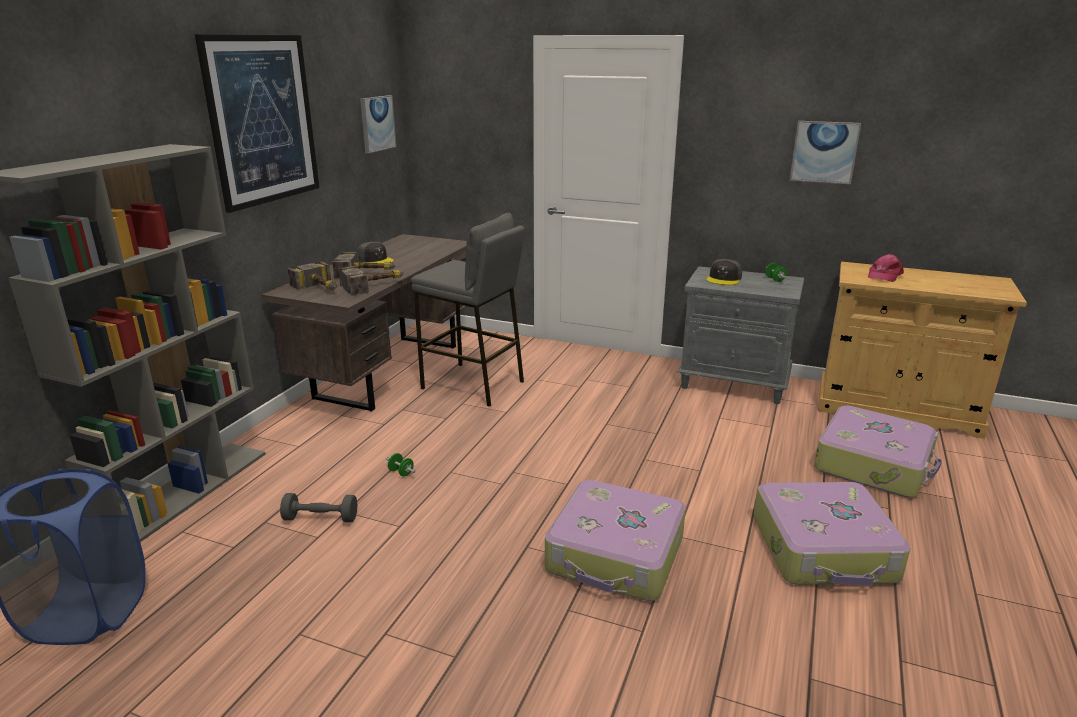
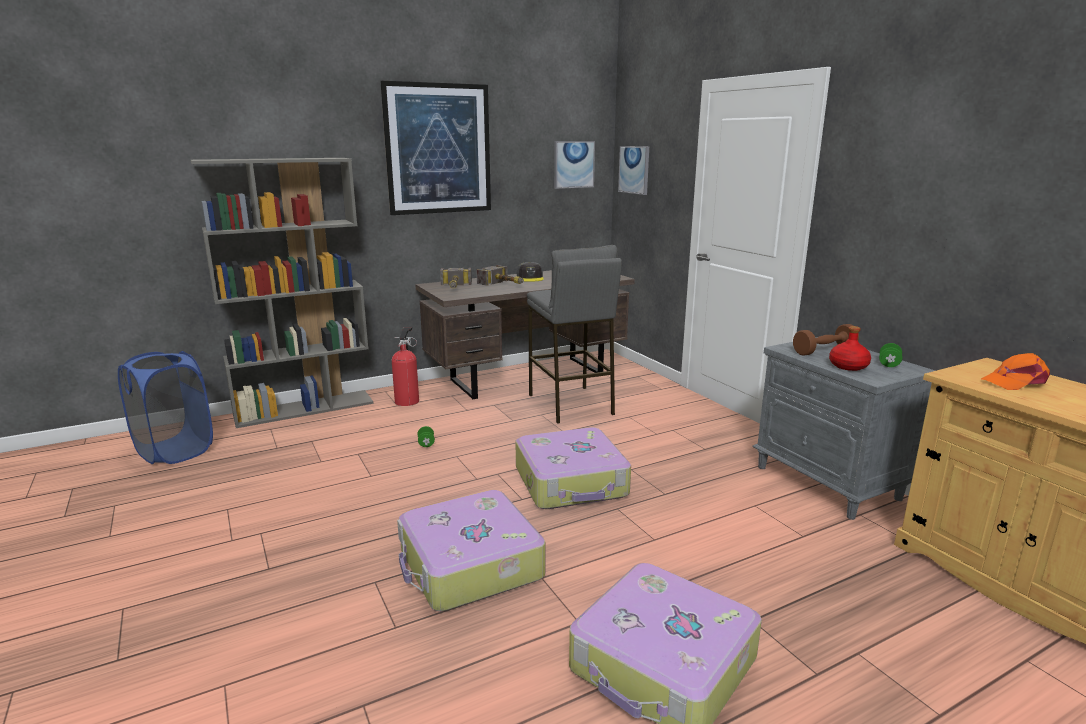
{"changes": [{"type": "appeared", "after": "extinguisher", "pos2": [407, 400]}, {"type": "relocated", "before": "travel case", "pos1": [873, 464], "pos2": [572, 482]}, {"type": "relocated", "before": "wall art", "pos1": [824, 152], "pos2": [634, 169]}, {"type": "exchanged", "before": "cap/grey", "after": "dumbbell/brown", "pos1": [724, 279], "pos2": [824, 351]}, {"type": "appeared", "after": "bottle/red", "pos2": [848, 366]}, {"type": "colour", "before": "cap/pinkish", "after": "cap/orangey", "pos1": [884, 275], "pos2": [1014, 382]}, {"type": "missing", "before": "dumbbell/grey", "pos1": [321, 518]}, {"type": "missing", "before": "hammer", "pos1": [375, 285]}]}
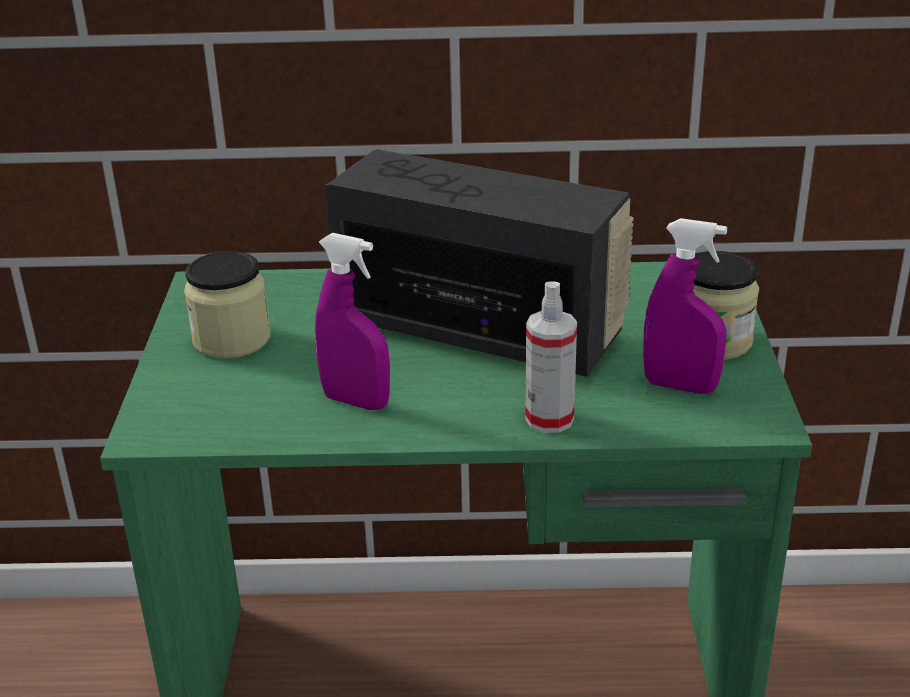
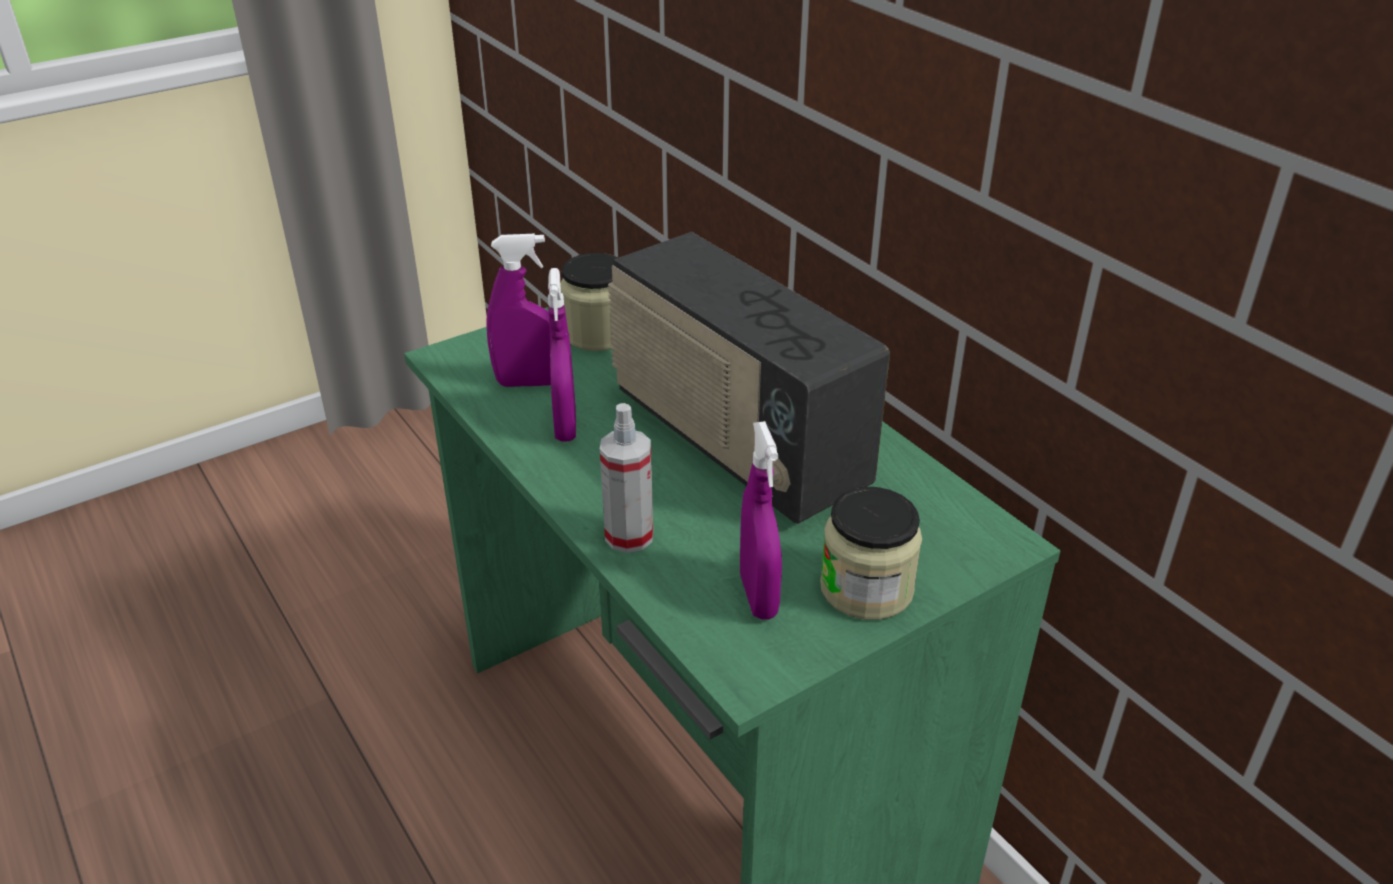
{"changes": [{"type": "appeared", "after": "spray bottle/purple-coloured", "pos2": [529, 383]}, {"type": "spun", "before": "radio set", "pos1": [480, 330], "pos2": [735, 443], "turn": 150}]}
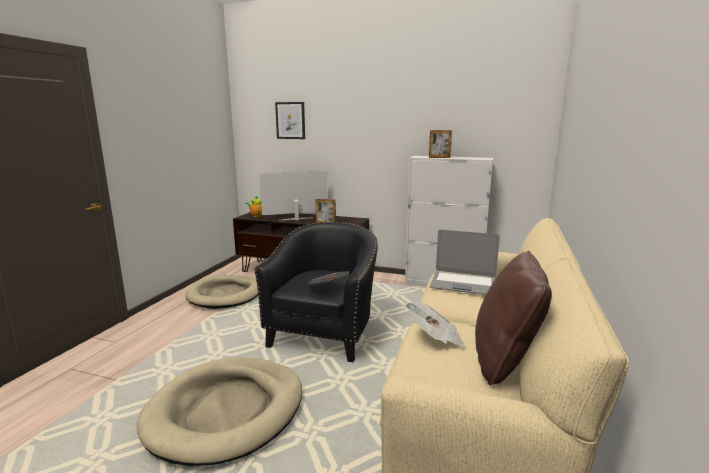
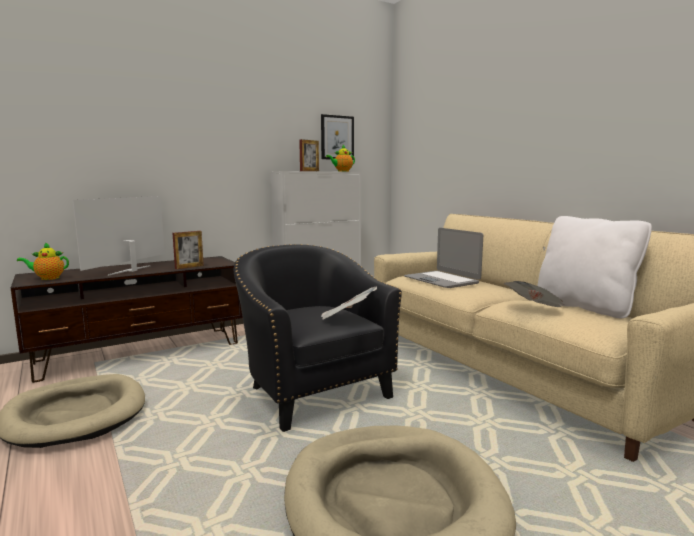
{"changes": [{"type": "relocated", "before": "wall art", "pos1": [290, 120], "pos2": [337, 137]}, {"type": "appeared", "after": "pot for tea", "pos2": [342, 171]}, {"type": "spun", "before": "portable computer", "pos1": [463, 284], "pos2": [441, 280], "turn": 90}, {"type": "colour", "before": "throw pillow/brown", "after": "throw pillow/white", "pos1": [505, 360], "pos2": [585, 307]}]}
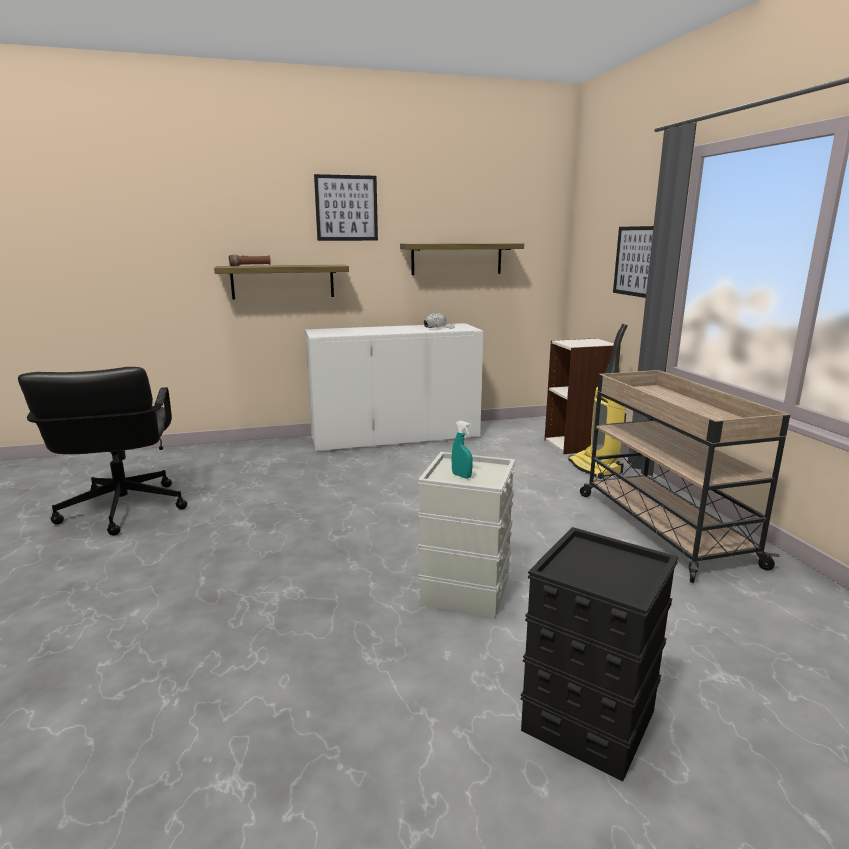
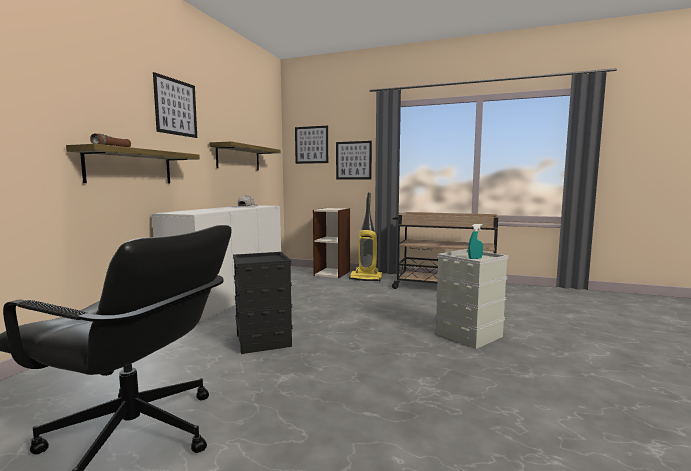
{"changes": [{"type": "relocated", "before": "storage bin/blackish", "pos1": [589, 722], "pos2": [264, 340]}, {"type": "appeared", "after": "wall art", "pos2": [311, 145]}]}
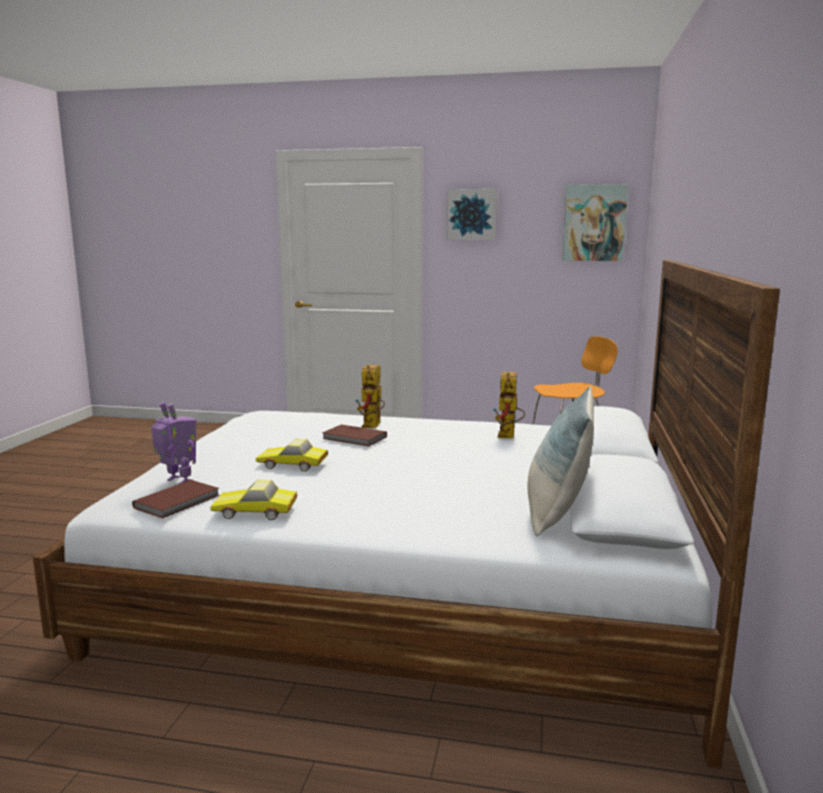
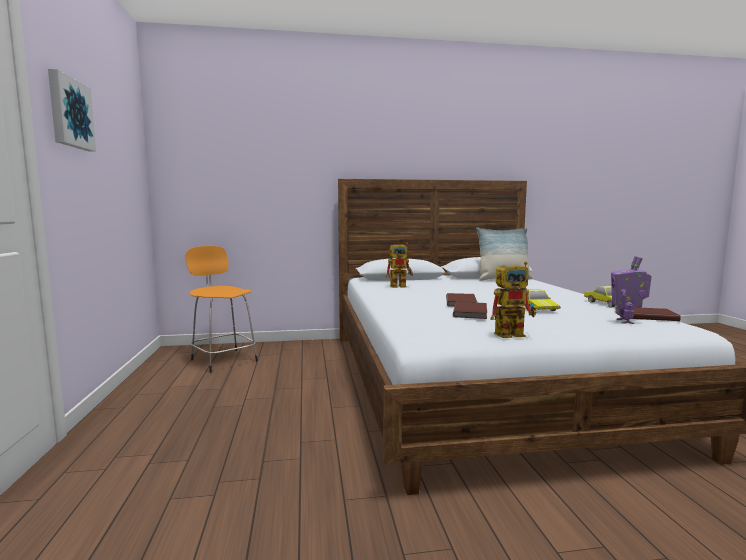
{"changes": [{"type": "appeared", "after": "book/brown", "pos2": [471, 312]}, {"type": "relocated", "before": "toy robot", "pos1": [372, 427], "pos2": [514, 334]}, {"type": "missing", "before": "wall art", "pos1": [594, 223]}]}
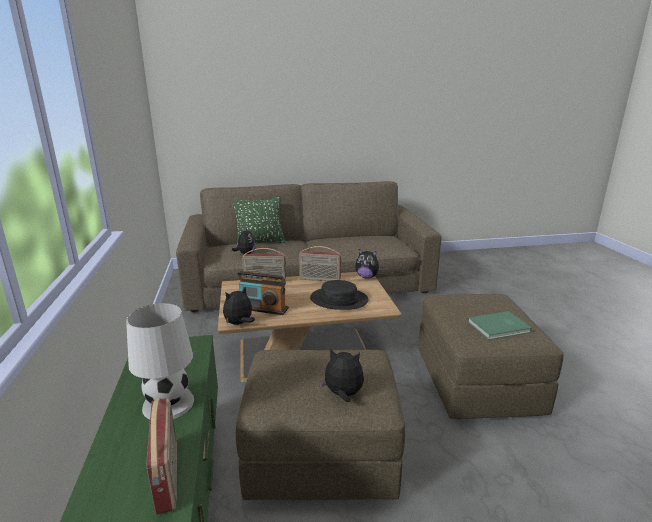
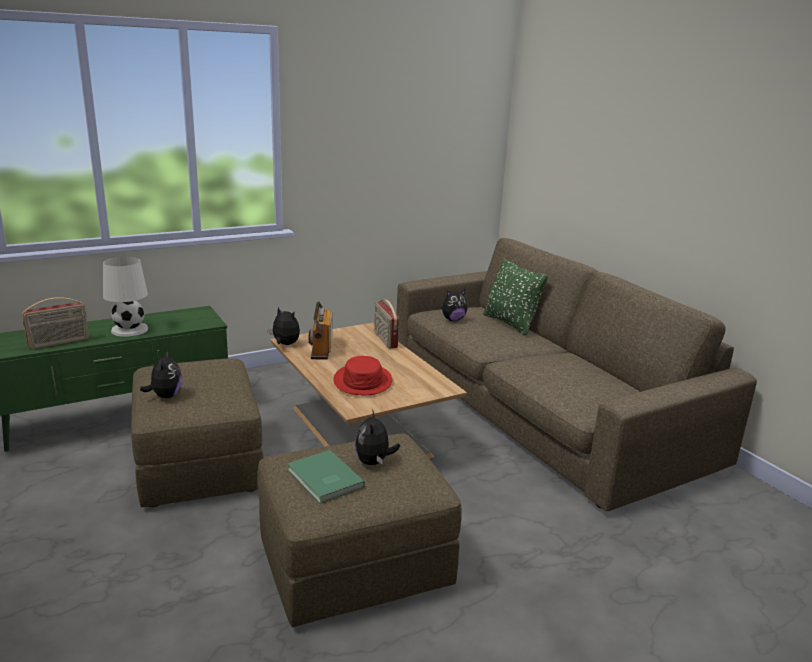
{"changes": [{"type": "colour", "before": "wearable hat/blackish", "after": "wearable hat/red", "pos1": [339, 299], "pos2": [363, 381]}, {"type": "relocated", "before": "soft toy", "pos1": [367, 277], "pos2": [374, 462]}, {"type": "missing", "before": "radio set", "pos1": [319, 279]}]}
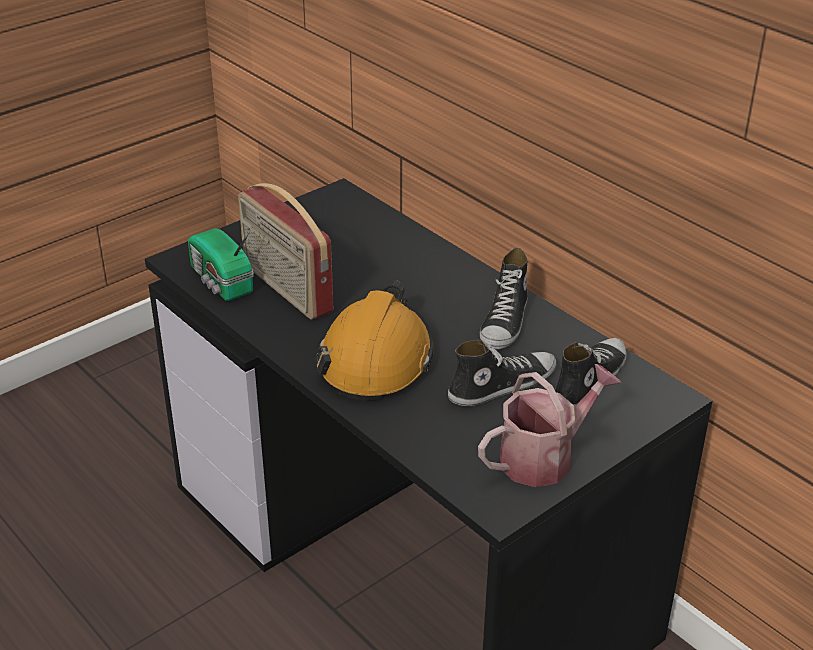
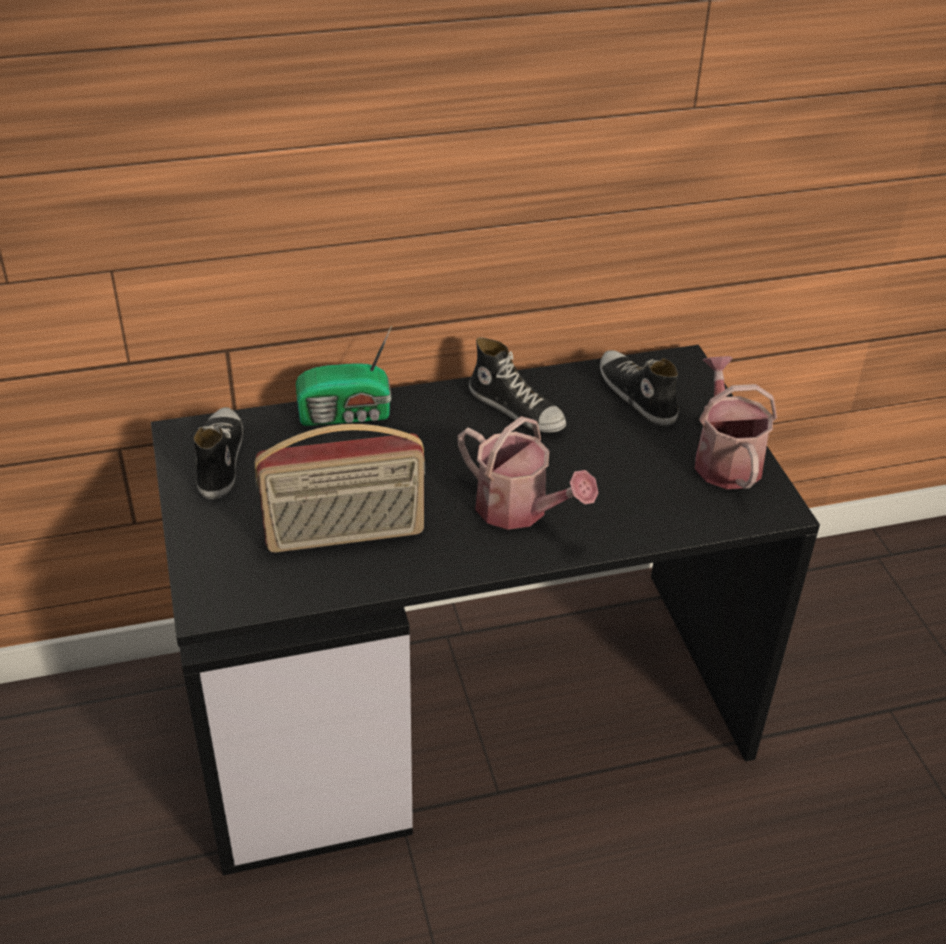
{"changes": [{"type": "relocated", "before": "item of footwear", "pos1": [501, 385], "pos2": [219, 460]}, {"type": "relocated", "before": "radio set", "pos1": [221, 282], "pos2": [347, 414]}, {"type": "exchanged", "before": "work helmet/orangey", "after": "watering pot", "pos1": [376, 359], "pos2": [520, 510]}]}
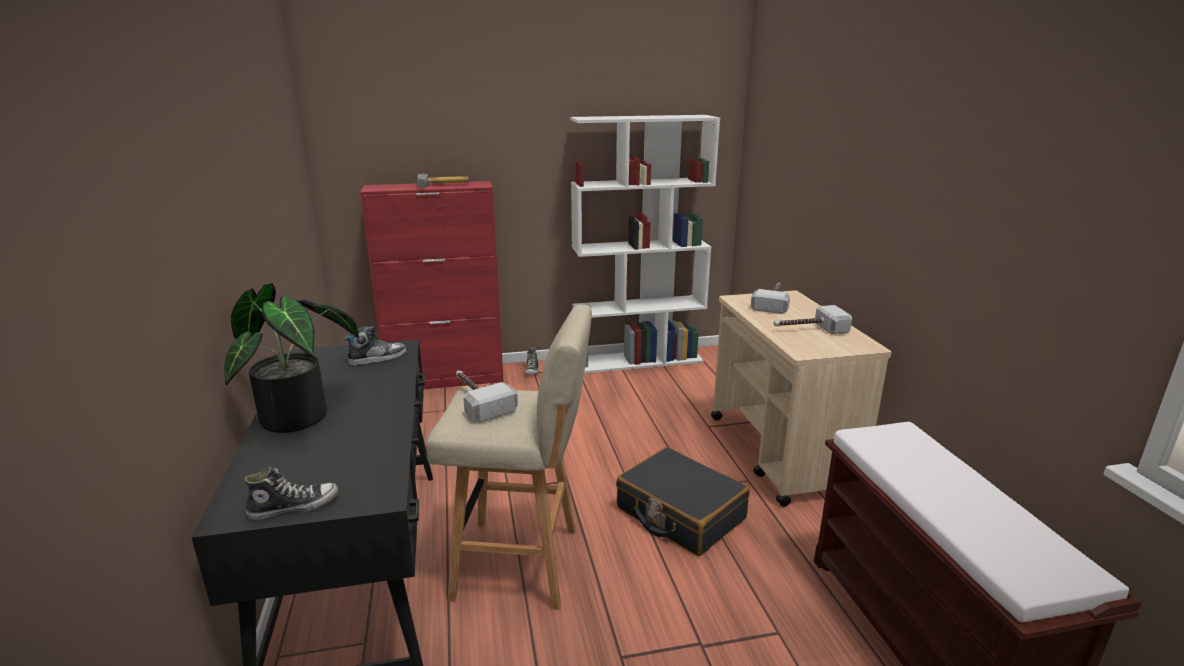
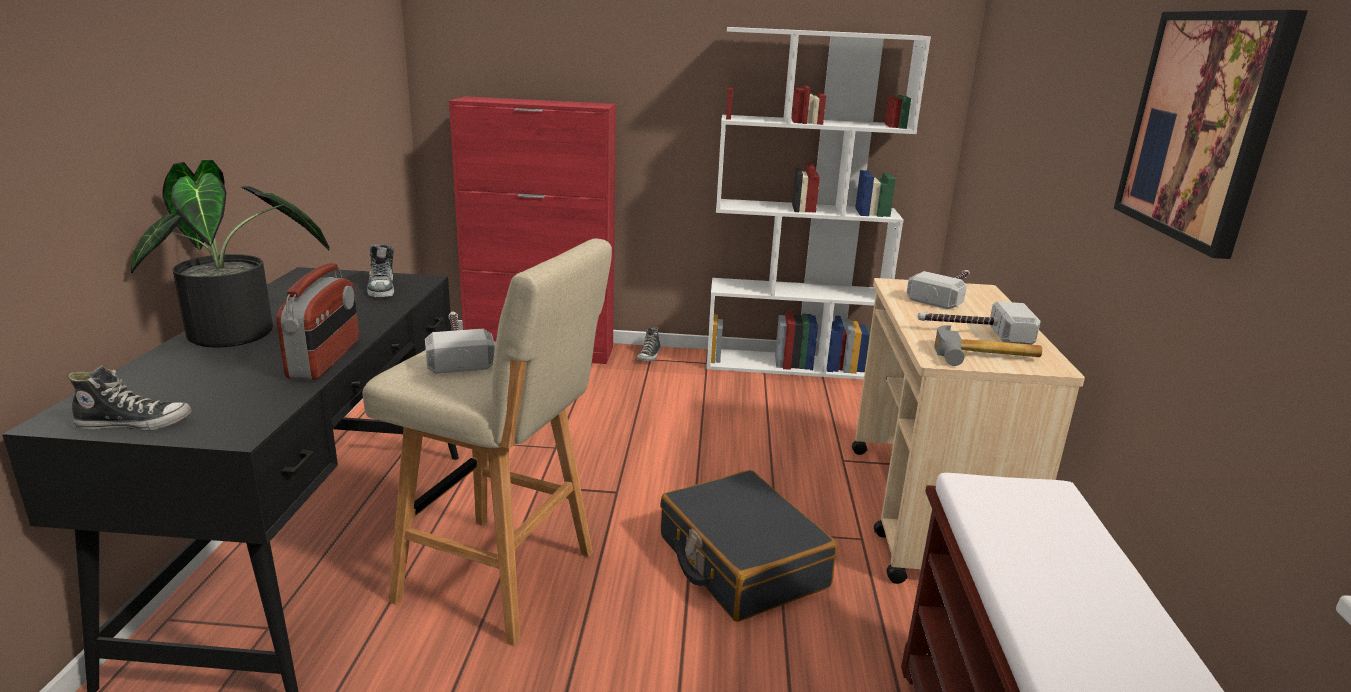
{"changes": [{"type": "appeared", "after": "radio set", "pos2": [326, 359]}, {"type": "spun", "before": "item of footwear", "pos1": [378, 358], "pos2": [382, 288], "turn": 90}, {"type": "relocated", "before": "hammer", "pos1": [443, 185], "pos2": [987, 358]}, {"type": "appeared", "after": "wall art", "pos2": [1202, 126]}]}
